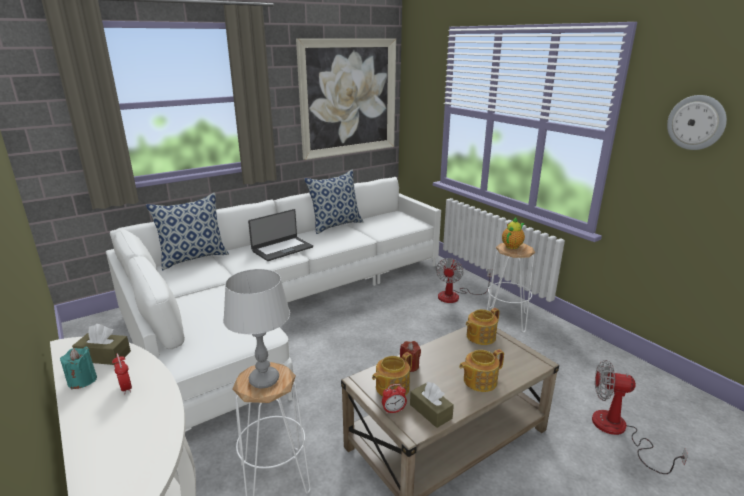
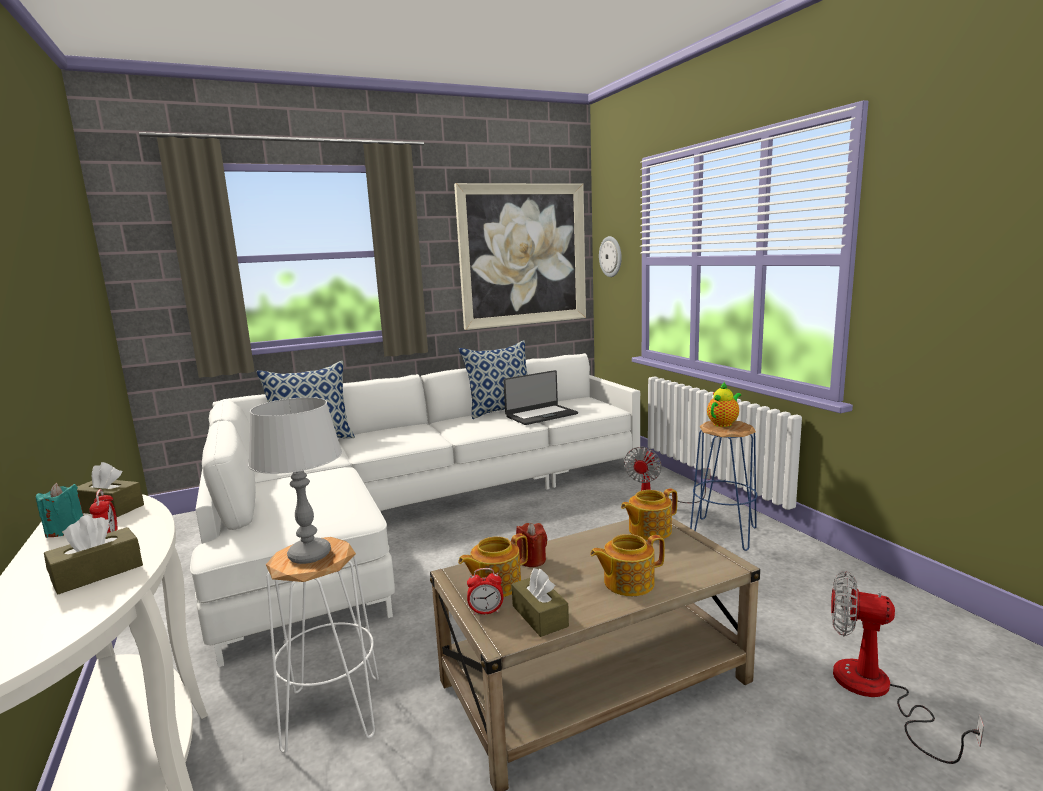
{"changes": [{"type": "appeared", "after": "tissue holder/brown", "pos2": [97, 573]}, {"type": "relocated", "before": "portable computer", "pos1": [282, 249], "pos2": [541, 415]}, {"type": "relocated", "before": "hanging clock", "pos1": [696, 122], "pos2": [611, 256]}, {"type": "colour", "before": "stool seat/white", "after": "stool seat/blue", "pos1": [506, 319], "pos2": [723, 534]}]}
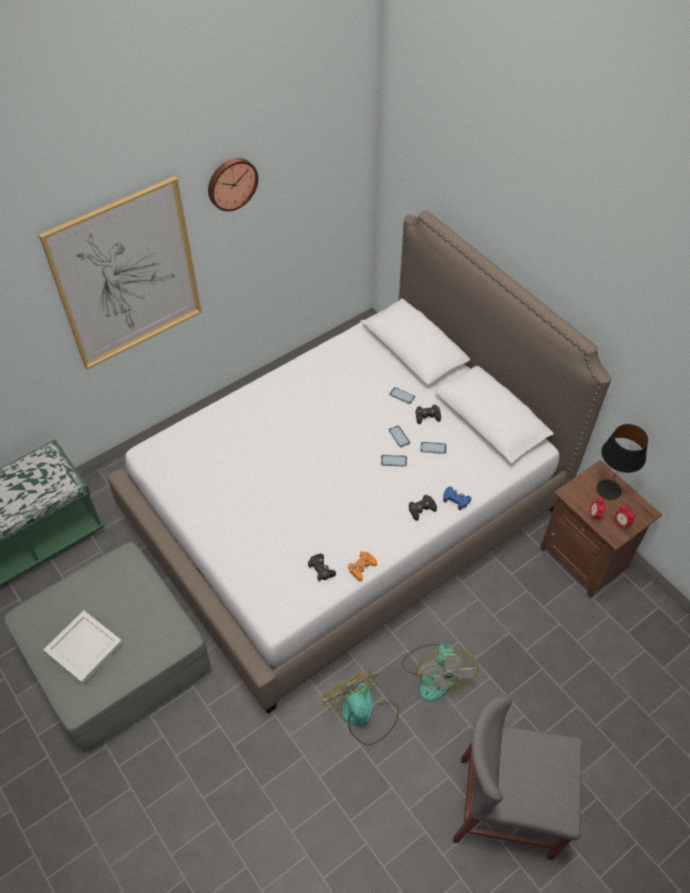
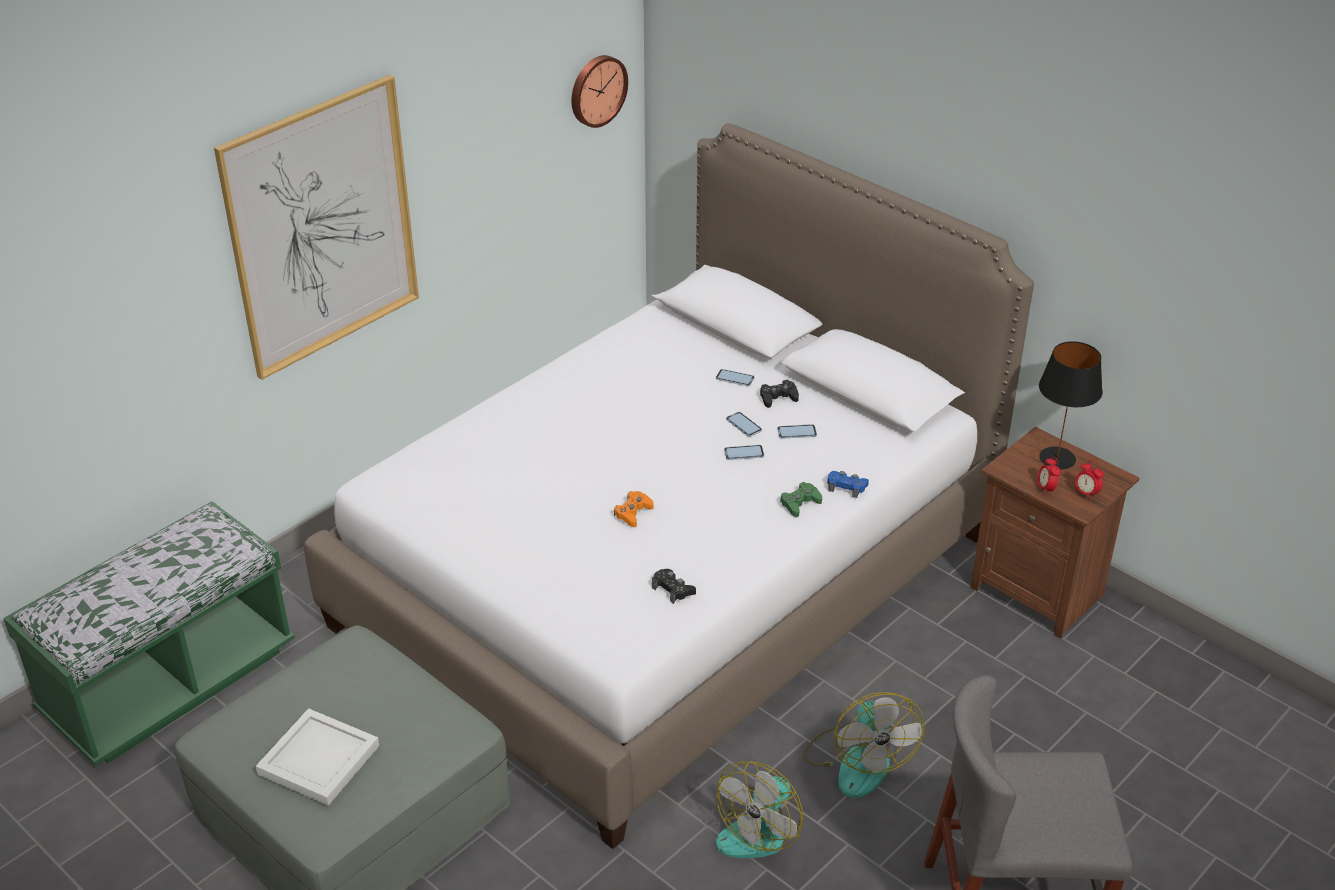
{"changes": [{"type": "relocated", "before": "hanging clock", "pos1": [231, 183], "pos2": [596, 90]}, {"type": "relocated", "before": "gamepad/orangey", "pos1": [362, 567], "pos2": [633, 513]}, {"type": "spun", "before": "electric fan", "pos1": [363, 714], "pos2": [760, 829], "turn": -105}, {"type": "colour", "before": "gamepad/blackish", "after": "gamepad/green-coloured", "pos1": [421, 509], "pos2": [800, 503]}]}
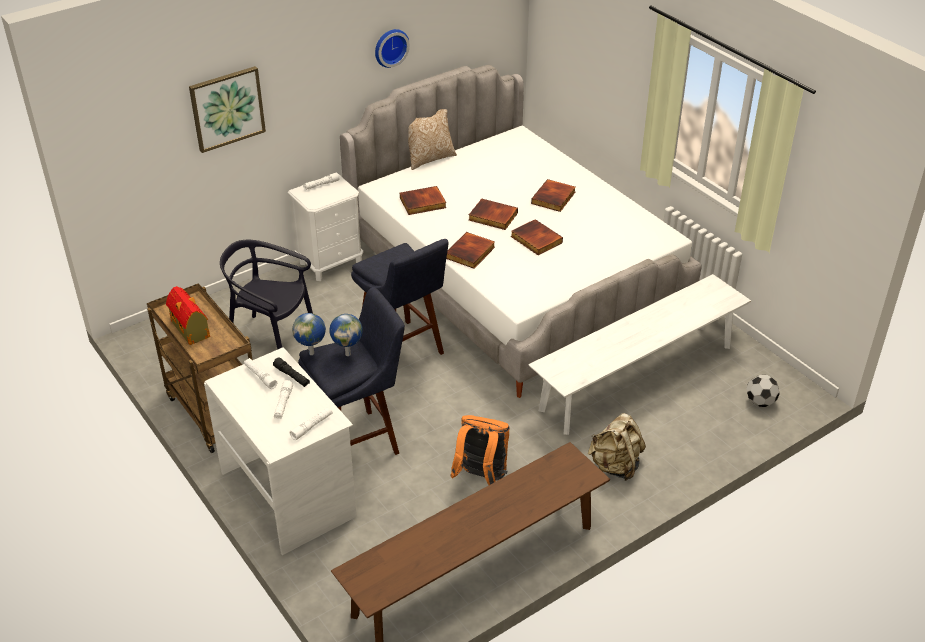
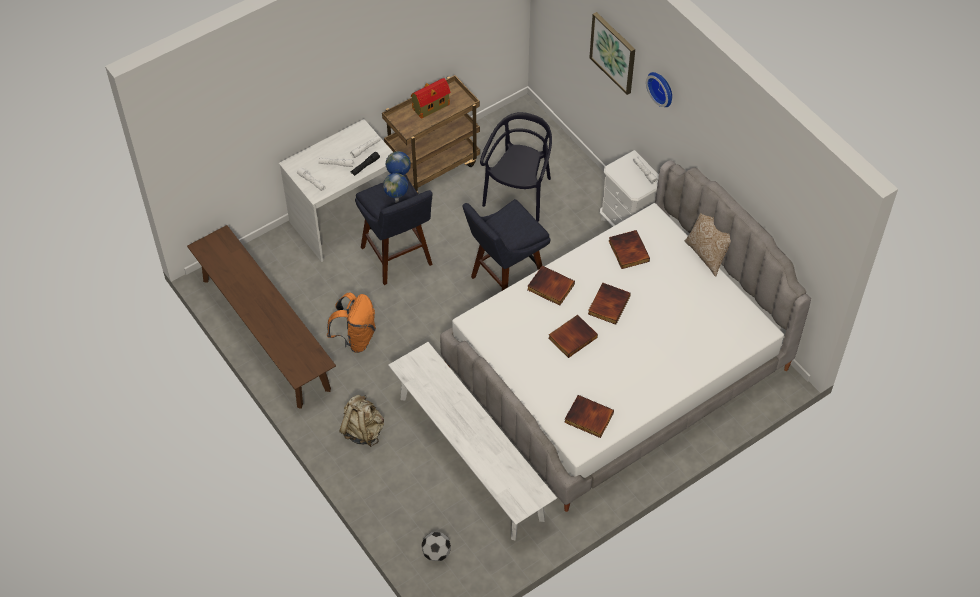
{"changes": [{"type": "relocated", "before": "book", "pos1": [554, 198], "pos2": [588, 418]}, {"type": "relocated", "before": "hanging clock", "pos1": [390, 47], "pos2": [662, 88]}]}
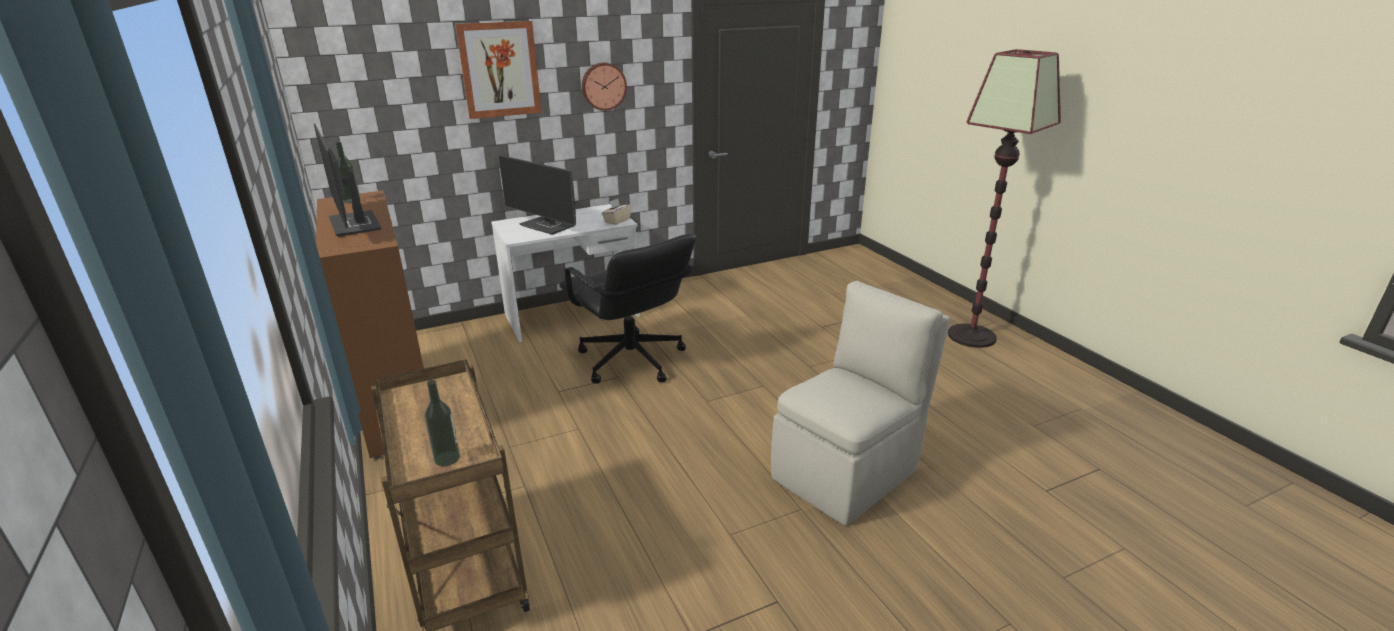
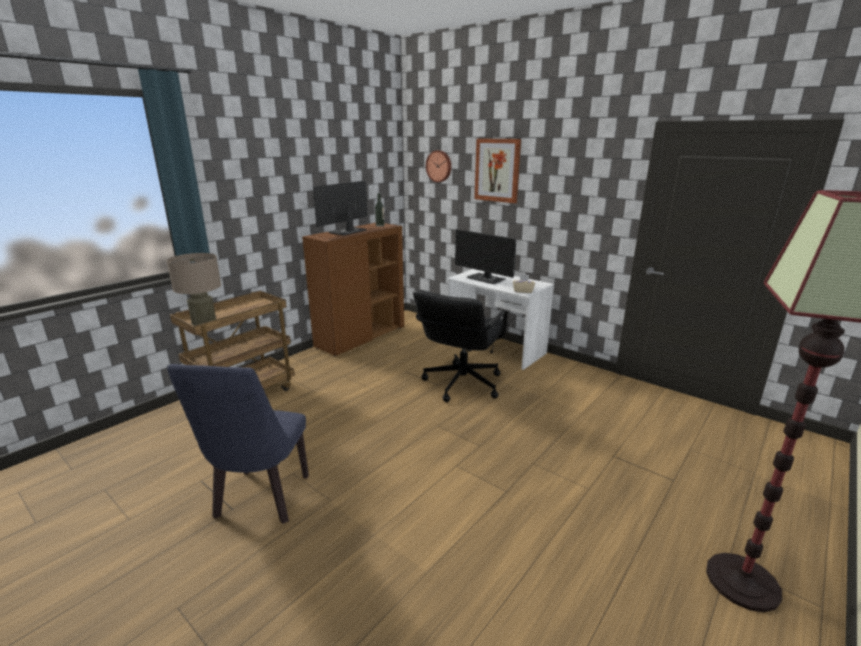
{"changes": [{"type": "exchanged", "before": "bottle", "after": "tabletop lamp/beige", "pos1": [447, 458], "pos2": [204, 321]}, {"type": "appeared", "after": "chair/blue", "pos2": [260, 502]}, {"type": "relocated", "before": "hanging clock", "pos1": [603, 86], "pos2": [439, 166]}, {"type": "spun", "before": "monitor", "pos1": [548, 226], "pos2": [486, 279], "turn": -60}, {"type": "missing", "before": "chair/beige", "pos1": [848, 472]}]}
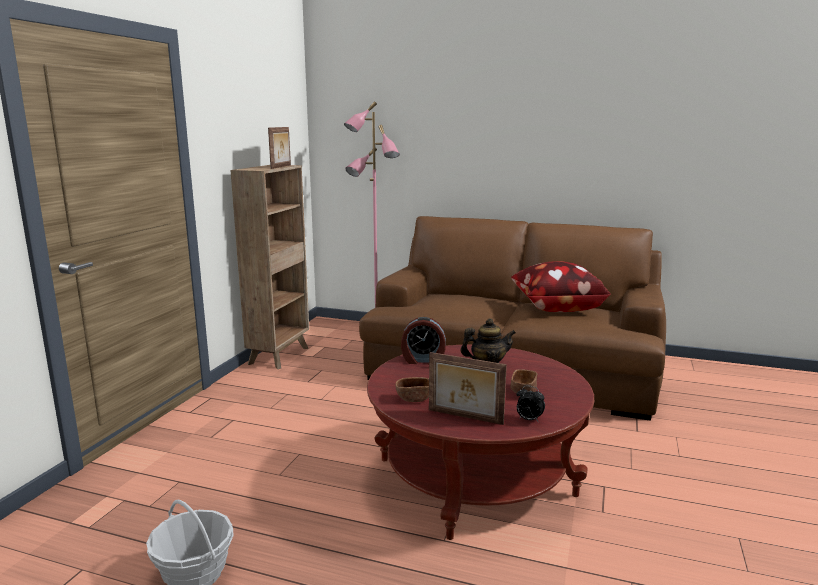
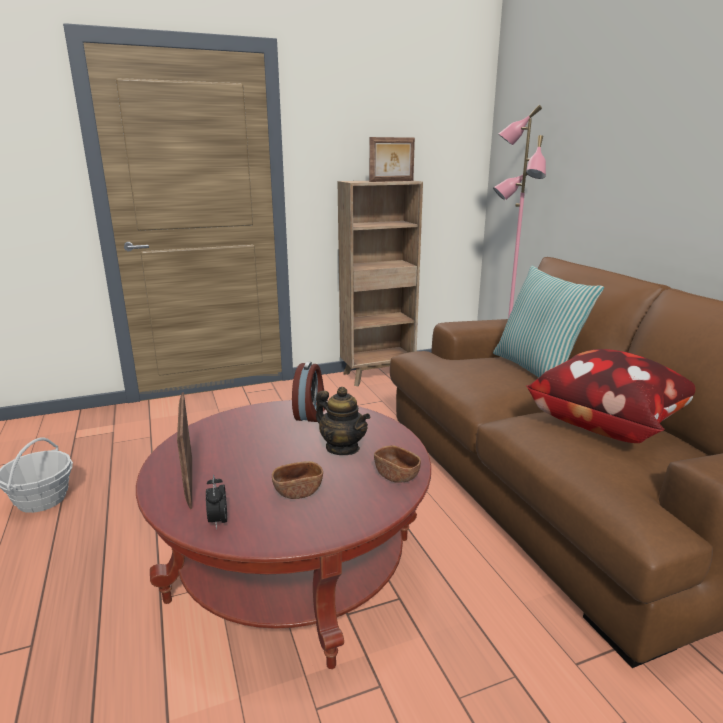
{"changes": [{"type": "spun", "before": "table clock", "pos1": [423, 360], "pos2": [311, 413], "turn": -135}, {"type": "relocated", "before": "bowl/brown", "pos1": [414, 398], "pos2": [396, 475]}, {"type": "appeared", "after": "throw pillow", "pos2": [537, 369]}]}
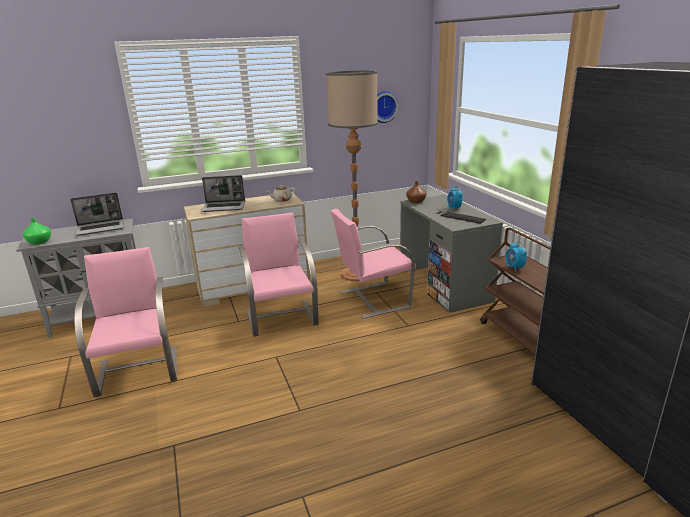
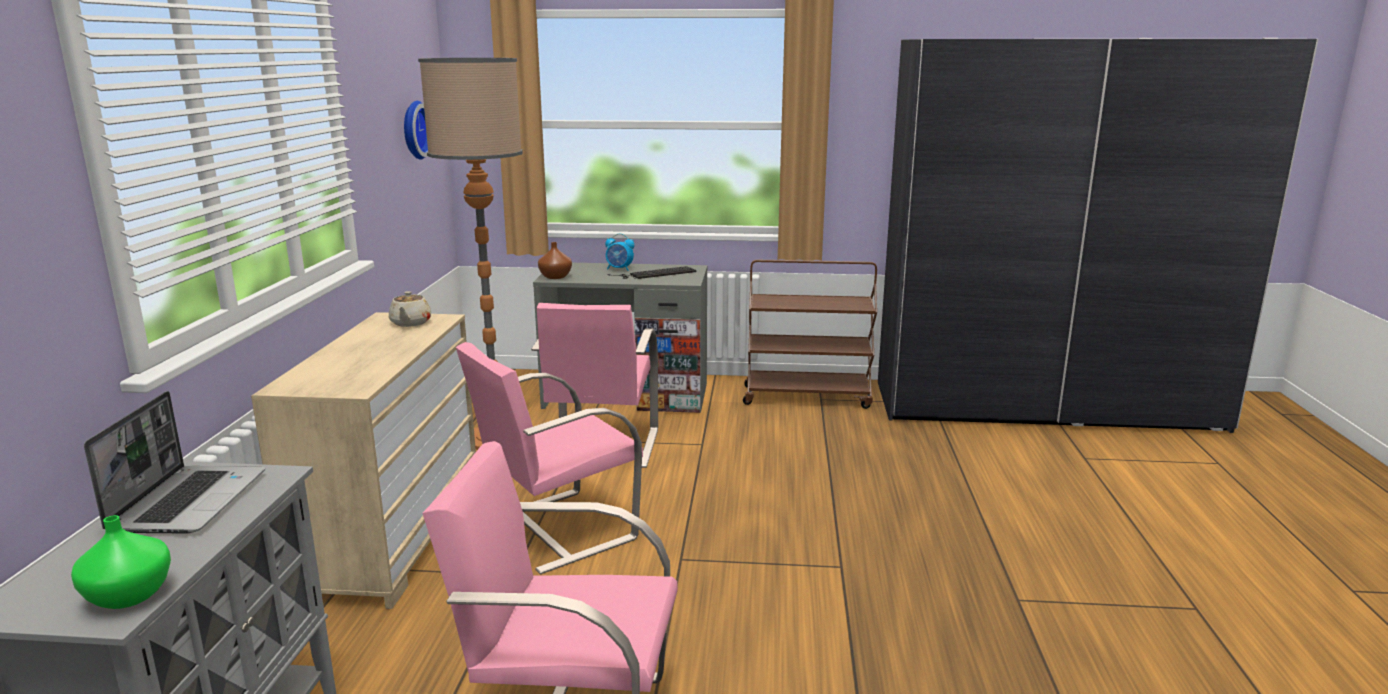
{"changes": [{"type": "spun", "before": "chair/pinkish", "pos1": [281, 317], "pos2": [556, 529], "turn": -45}, {"type": "missing", "before": "portable computer", "pos1": [224, 207]}, {"type": "missing", "before": "table clock", "pos1": [514, 268]}]}
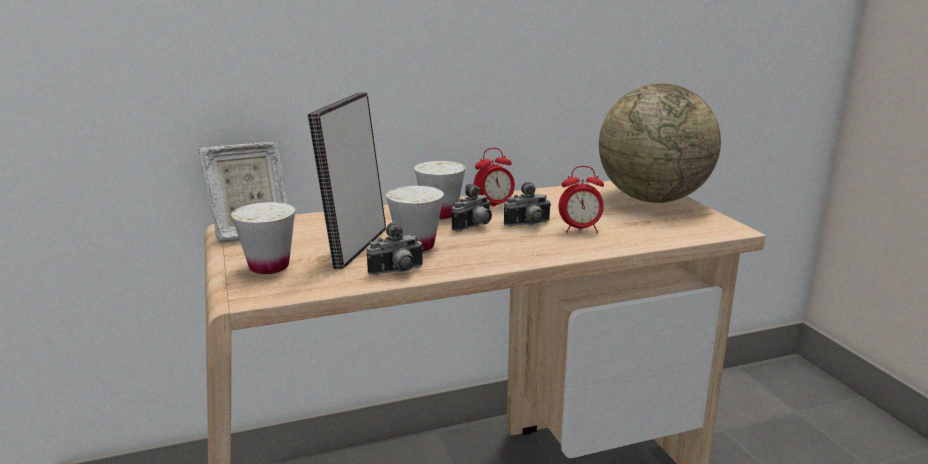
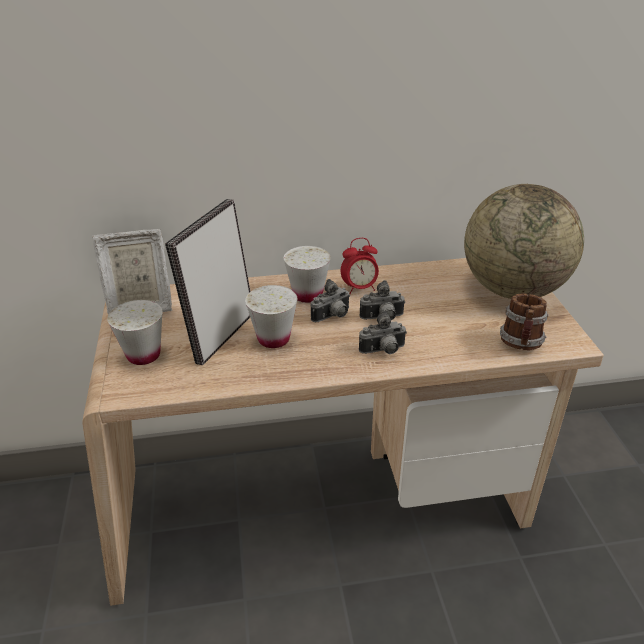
{"changes": [{"type": "relocated", "before": "photo camera", "pos1": [397, 272], "pos2": [383, 351]}, {"type": "appeared", "after": "tea mug", "pos2": [521, 344]}, {"type": "missing", "before": "table clock", "pos1": [580, 230]}]}
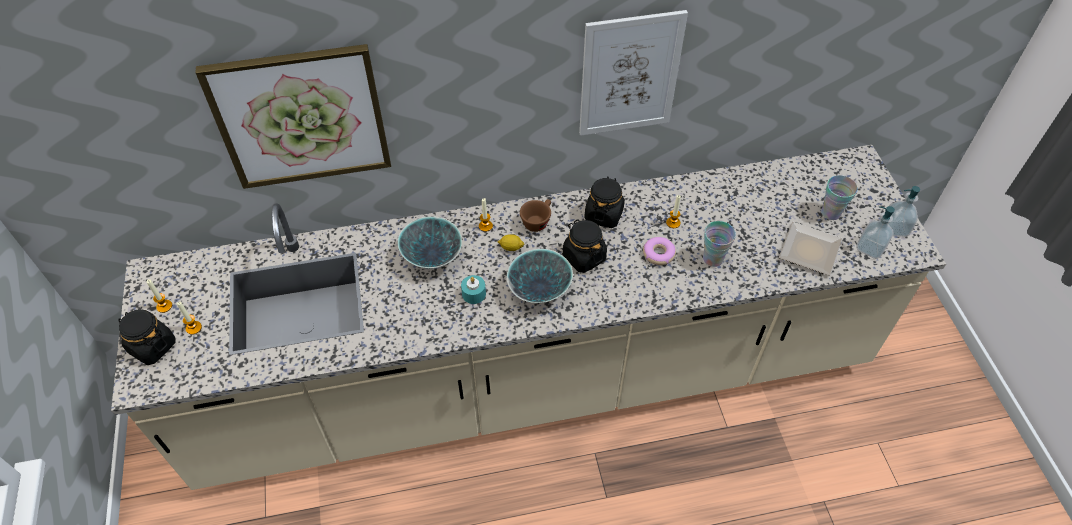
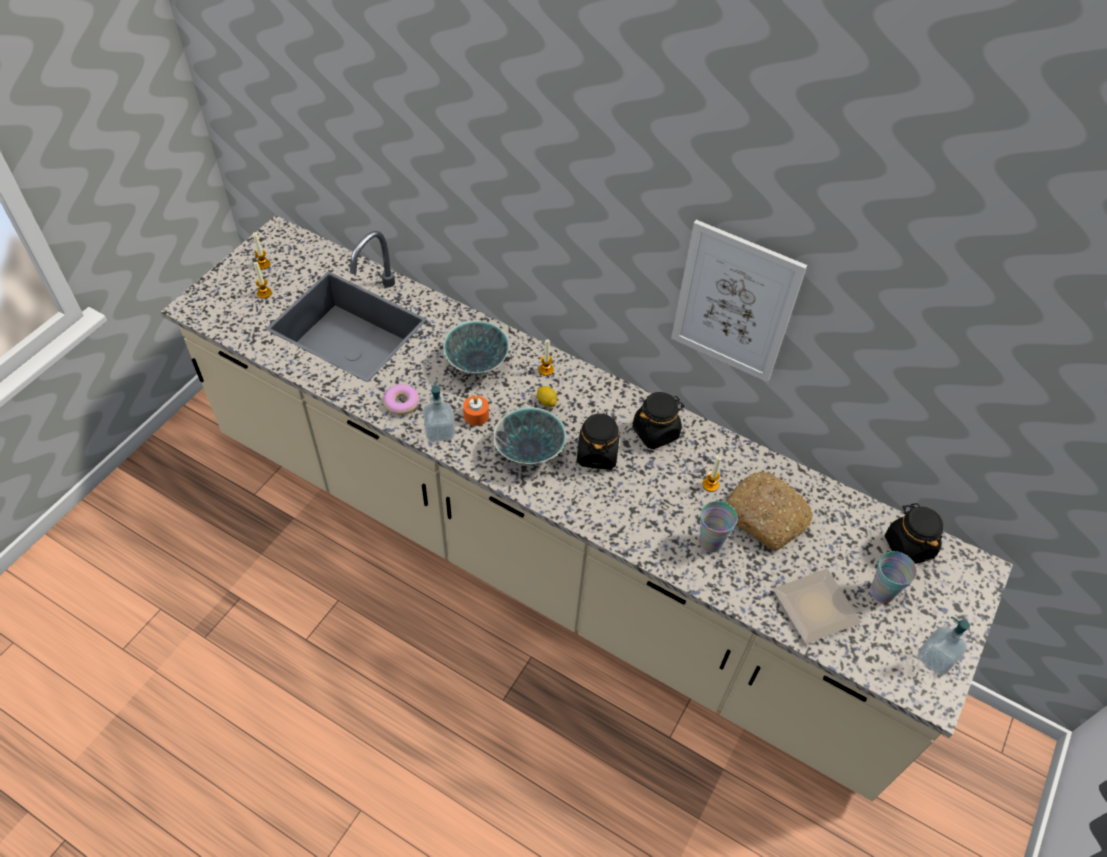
{"changes": [{"type": "relocated", "before": "ring doughnut", "pos1": [658, 254], "pos2": [401, 403]}, {"type": "relocated", "before": "soap bottle", "pos1": [870, 248], "pos2": [439, 431]}, {"type": "colour", "before": "wax light/turquoise", "after": "wax light/orangey", "pos1": [474, 294], "pos2": [476, 415]}, {"type": "appeared", "after": "baked bread", "pos2": [766, 516]}, {"type": "relocated", "before": "storage jar/blackish", "pos1": [152, 346], "pos2": [908, 546]}, {"type": "missing", "before": "wall art", "pos1": [301, 117]}, {"type": "missing", "before": "drinking cup/brown", "pos1": [537, 221]}]}
